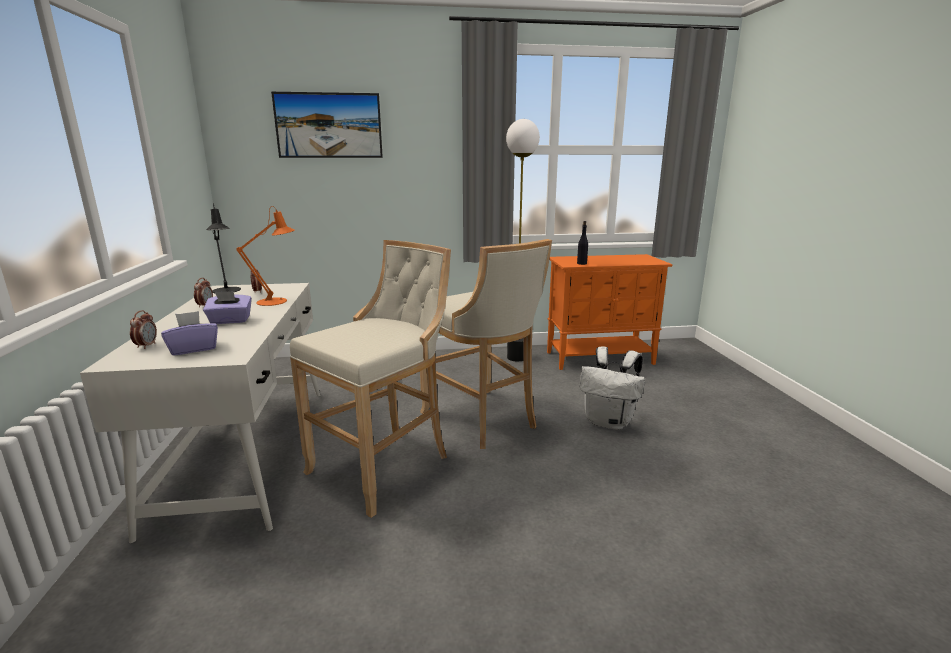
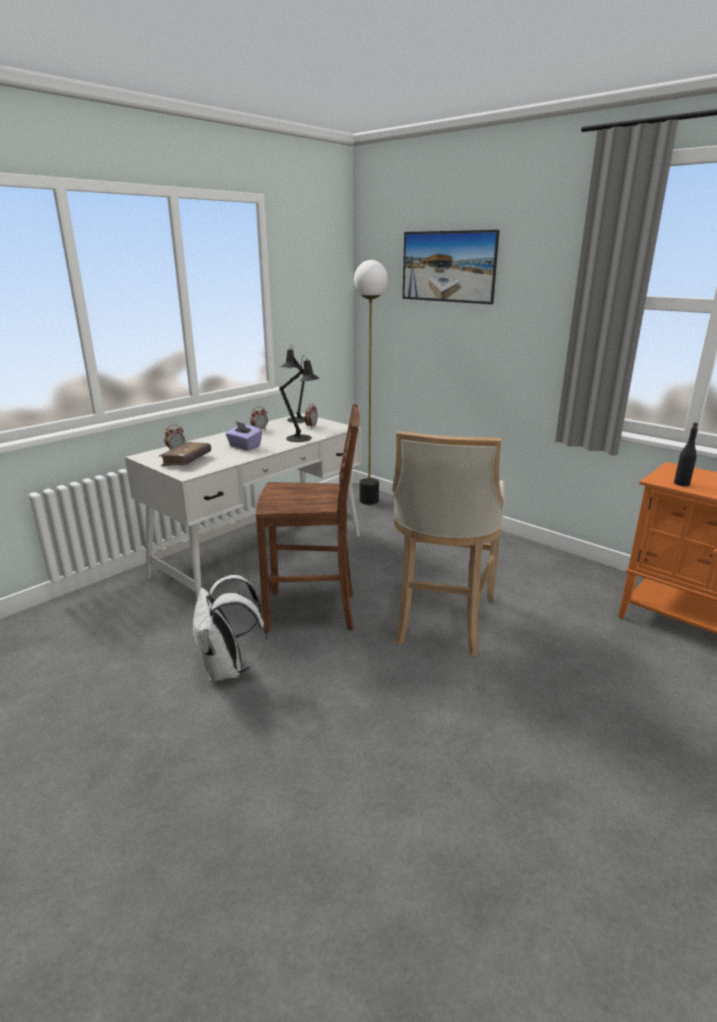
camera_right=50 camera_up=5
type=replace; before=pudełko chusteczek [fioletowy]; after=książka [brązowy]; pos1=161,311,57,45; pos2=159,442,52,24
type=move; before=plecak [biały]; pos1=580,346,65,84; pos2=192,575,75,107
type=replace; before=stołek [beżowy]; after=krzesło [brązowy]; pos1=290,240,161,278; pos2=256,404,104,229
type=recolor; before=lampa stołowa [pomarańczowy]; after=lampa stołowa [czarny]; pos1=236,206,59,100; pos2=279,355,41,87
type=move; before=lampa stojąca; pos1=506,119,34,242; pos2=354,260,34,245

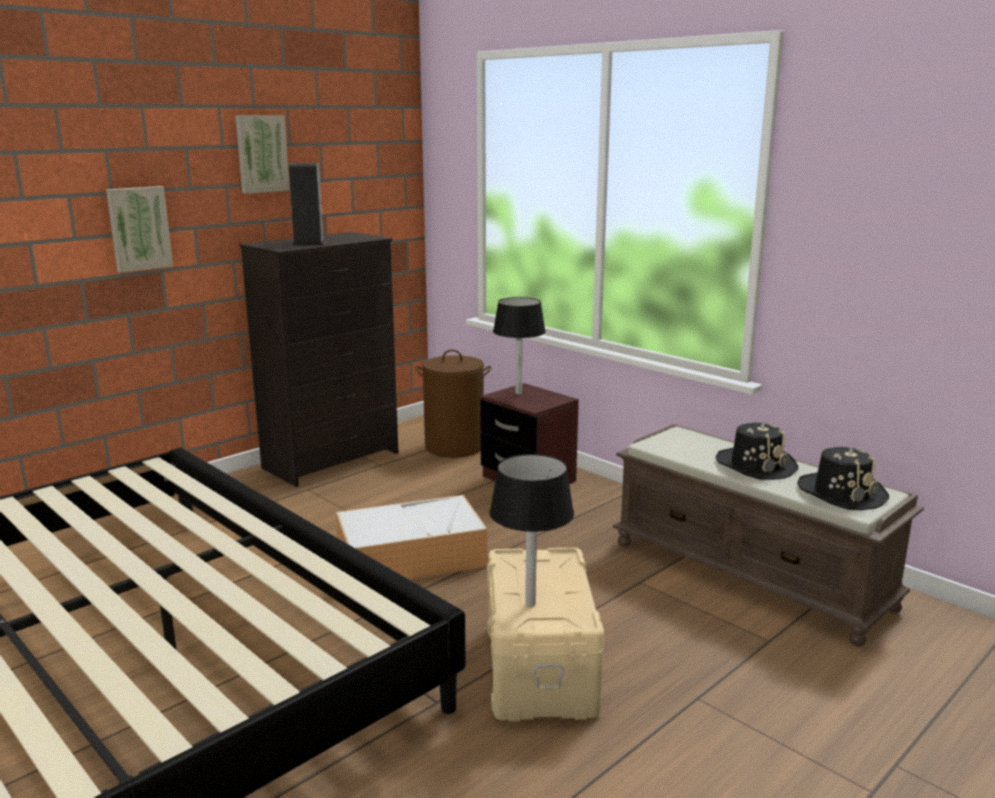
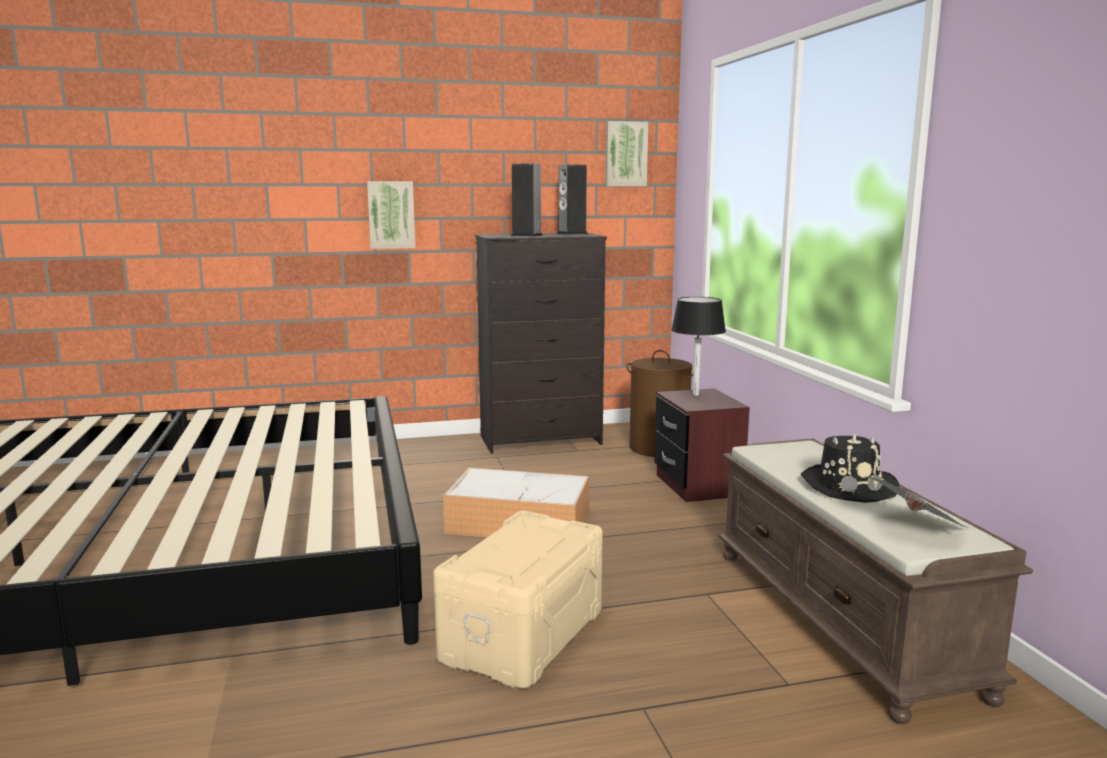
camera_right=30 camera_up=-5
type=insert; after=głośnik; pos2=557,164,31,71
type=move; before=obraz; pos1=235,115,55,79; pos2=605,121,43,65
type=replace; before=kapelusz [czarny]; after=gazeta; pos1=797,447,92,63; pos2=865,476,106,52
type=delete; before=lampa stołowa [czarny]; pos1=489,454,85,153

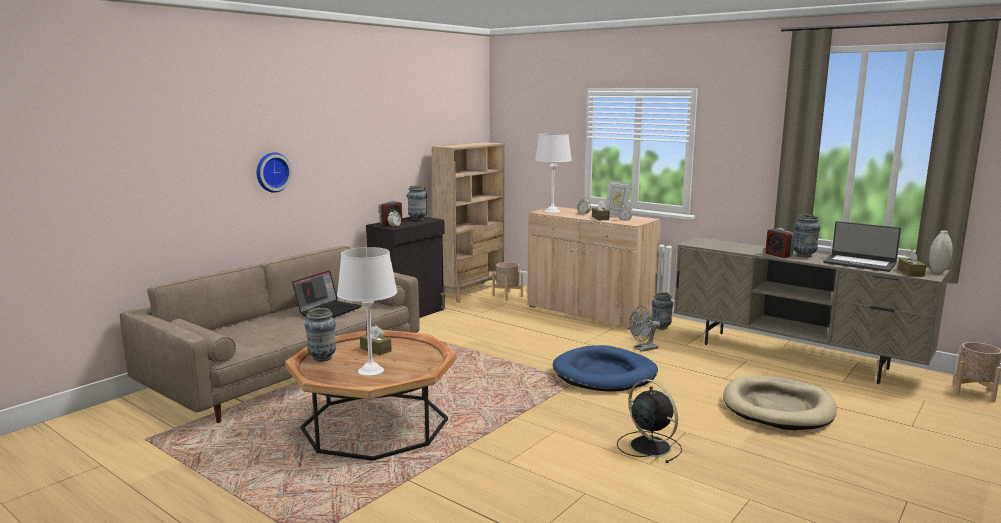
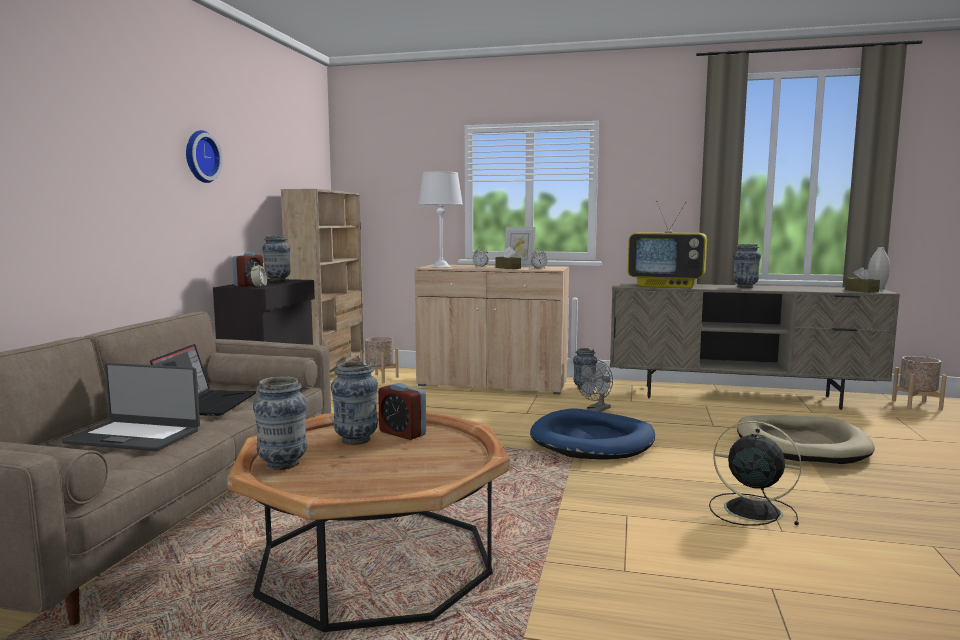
camera_right=-25 camera_up=-5
type=move; before=laptop; pos1=823,221,78,51; pos2=62,363,138,88
type=move; before=zegar ścienny; pos1=256,152,36,41; pos2=186,130,37,53
type=replace; before=pudełko chusteczek [brązowy]; after=wazon; pos1=360,325,32,30; pos2=331,361,47,84
type=move; before=budzik; pos1=765,228,30,30; pos2=378,383,48,57
type=insert; after=telewizor; pos2=628,201,79,87
type=delete; before=lampa stołowa [biały]; pos1=337,247,60,129

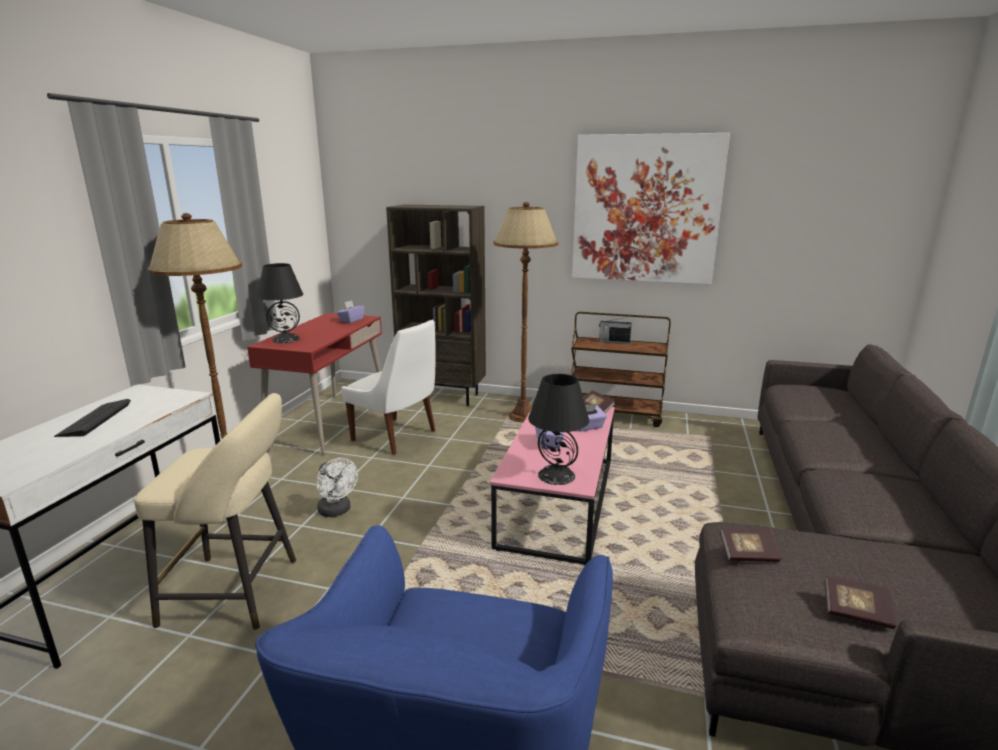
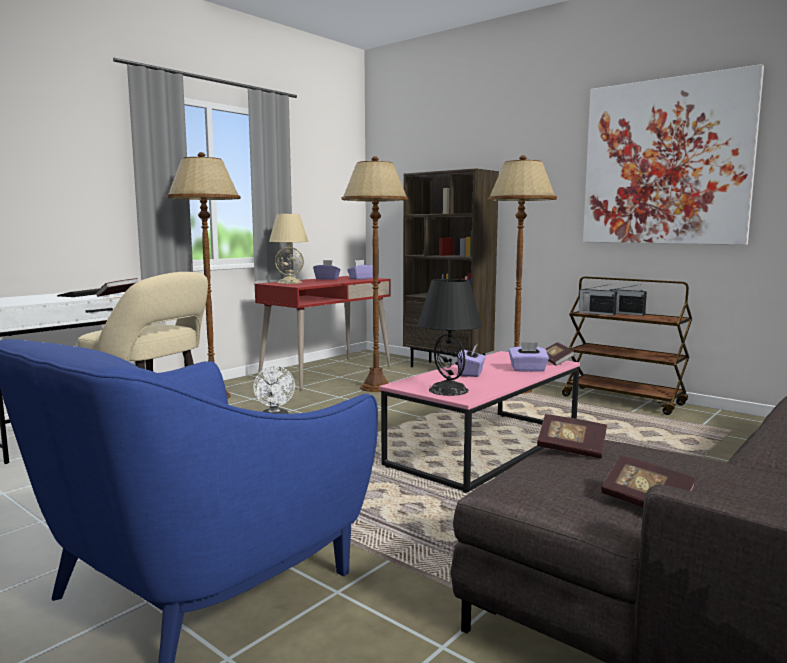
camera_right=25 camera_up=-10
type=insert; after=książka; pos2=96,278,42,19
type=recolor; before=lampa stołowa [czarny]; after=lampa stołowa [beżowy]; pos1=257,263,46,80; pos2=269,214,40,70
type=insert; after=pudełko chusteczek [fioletowy]; pos2=313,260,28,20
type=replace; before=krzesło [biały]; after=lampa stojąca [brązowy]; pos1=341,320,95,135; pos2=342,156,66,236
type=insert; after=radio; pos2=579,284,38,32

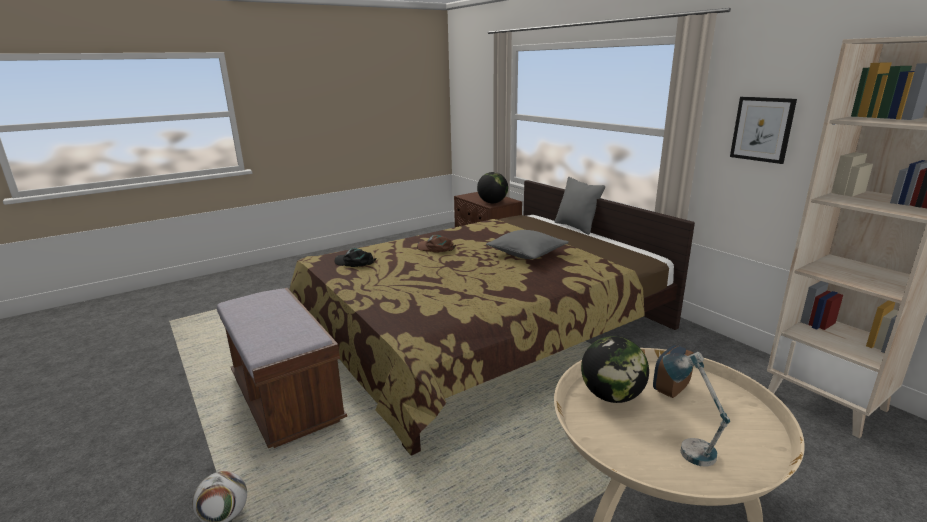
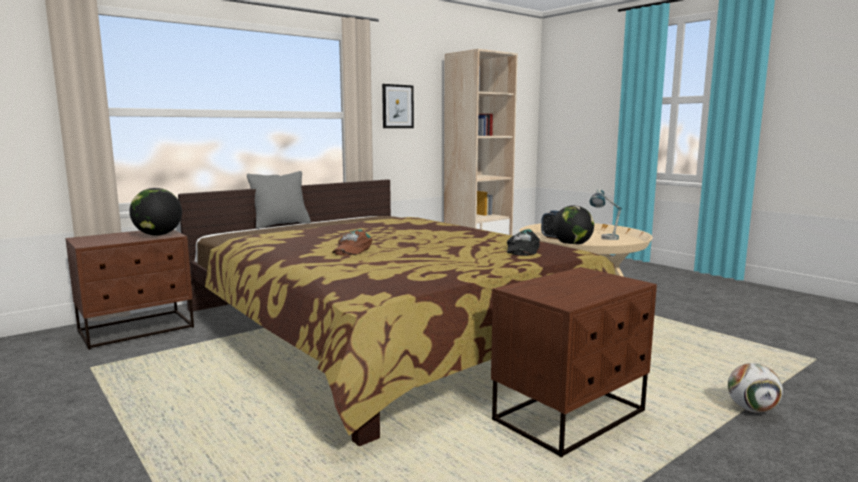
camera_right=-95 camera_up=-10
type=replace; before=ławka [brązowy]; after=szafka nocna [brązowy]; pos1=217,288,130,160; pos2=491,267,166,190
type=move; before=czapka z daszkiem [czarny]; pos1=334,248,43,19; pos2=507,229,33,27
type=delete; before=poduszka [szary]; pos1=486,230,83,29

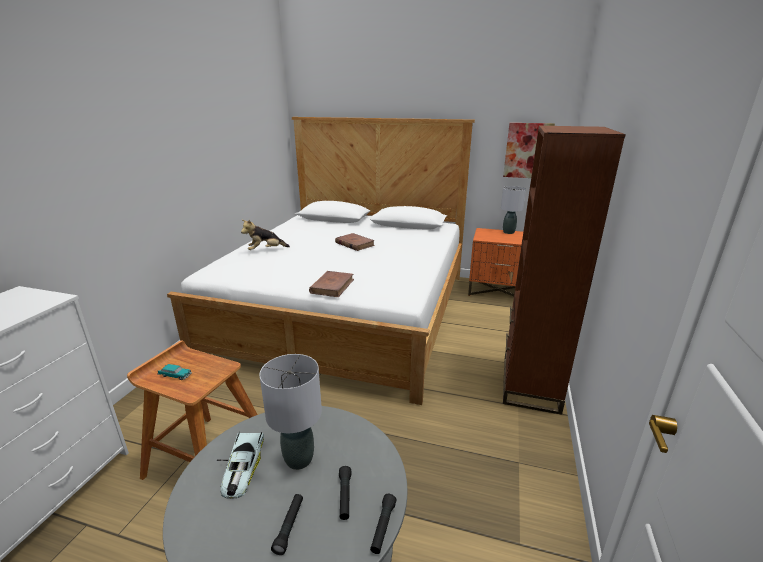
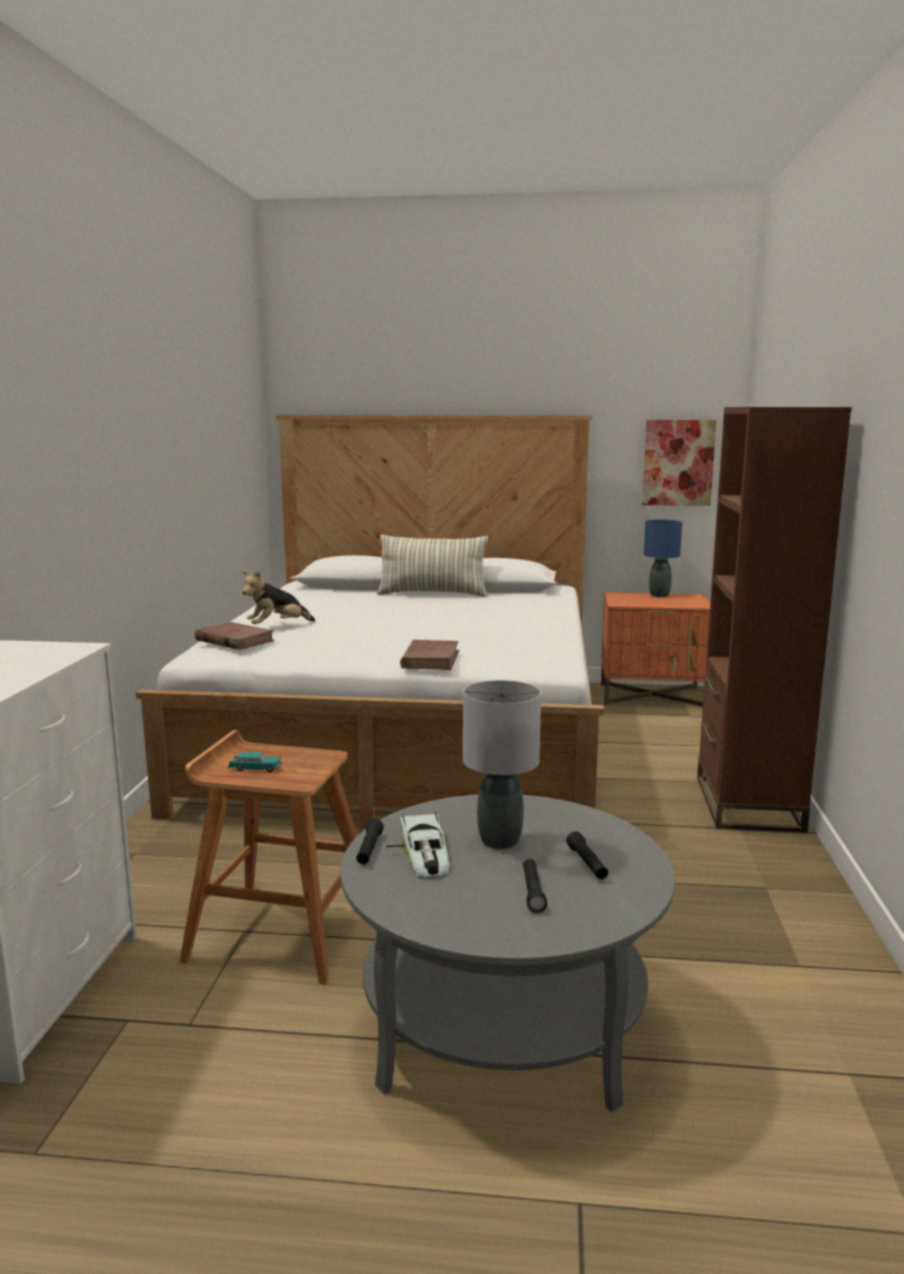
camera_right=-10 camera_up=-10
type=move; before=książka [brązowy]; pos1=335,233,40,18; pos2=195,622,80,28
type=move; before=latarka [czarny]; pos1=370,494,26,60; pos2=356,818,28,46
type=insert; after=poduszka; pos2=377,535,111,62
type=recolor; before=lampa stołowa [szary]; after=lampa stołowa [niebieski]; pos1=501,186,25,48; pos2=644,520,38,77

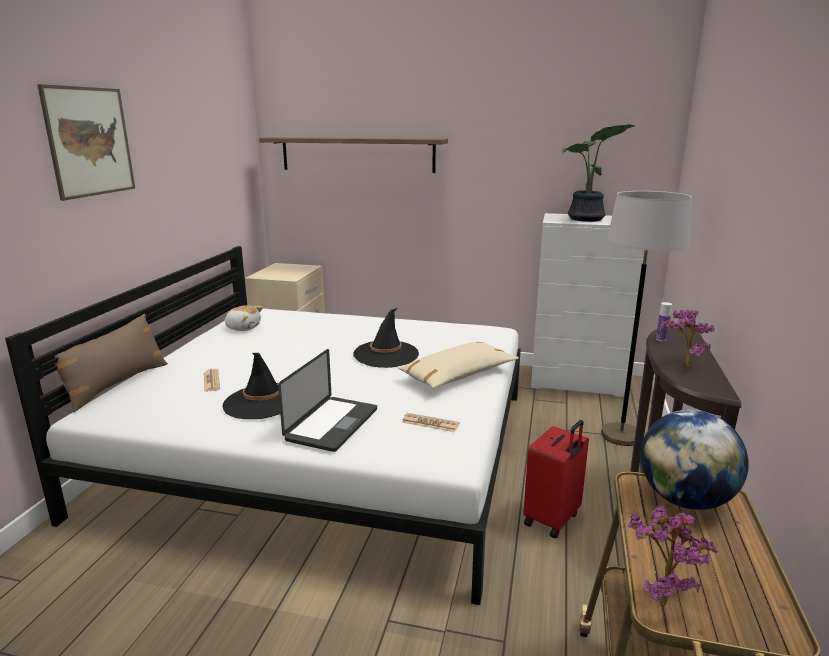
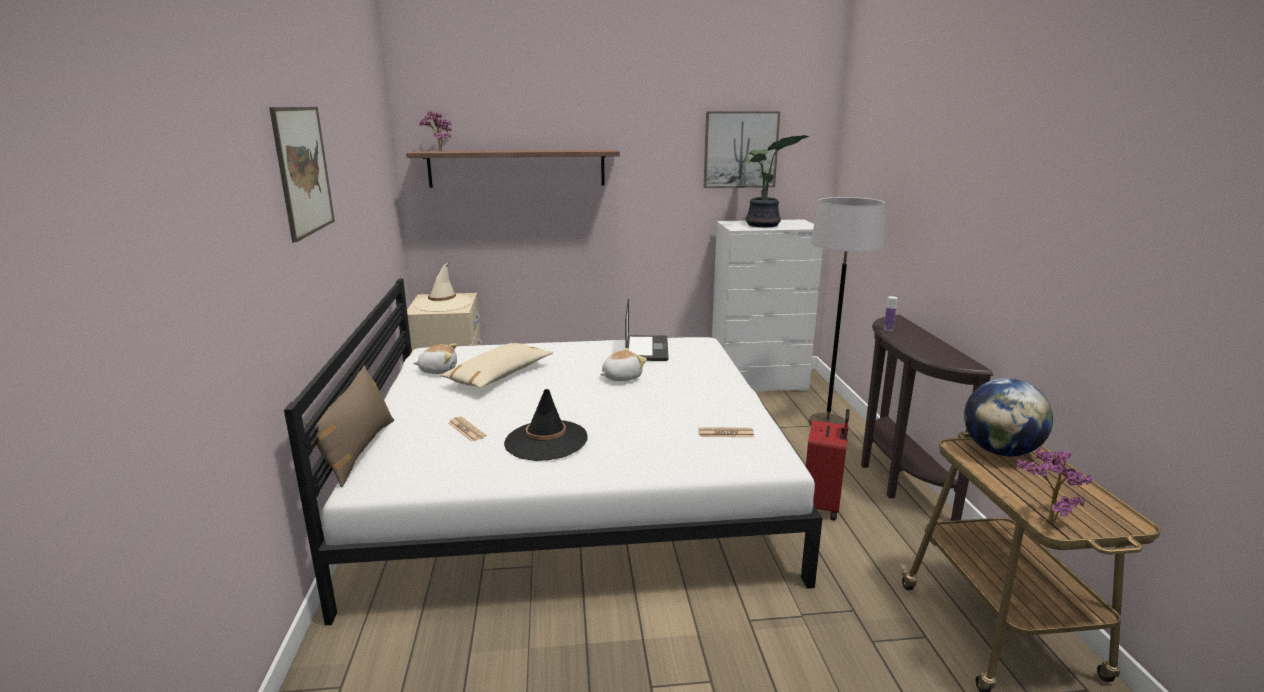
camera_right=-20 camera_up=0
type=insert; after=kapelusz [beżowy]; pos2=414,263,58,49
type=move; before=roślina doniczkowa; pos1=661,310,54,57; pos2=419,111,33,40
type=move; before=poduszka [beżowy]; pos1=398,342,121,47; pos2=440,343,113,45
type=replace; before=kapelusz [czarny]; after=pluszak; pos1=353,308,66,60; pos2=600,348,47,33
type=move; before=laptop; pos1=278,349,99,103; pos2=625,298,44,63
type=insert; after=obraz; pos2=704,111,76,77

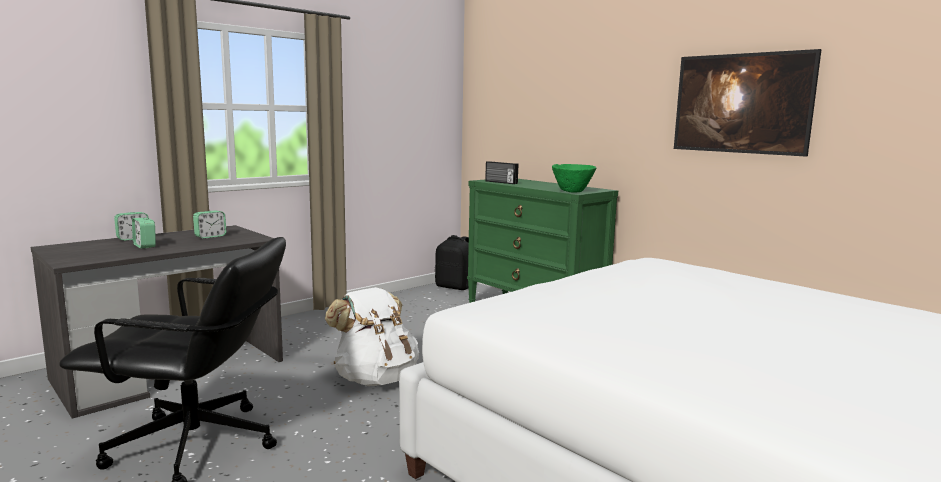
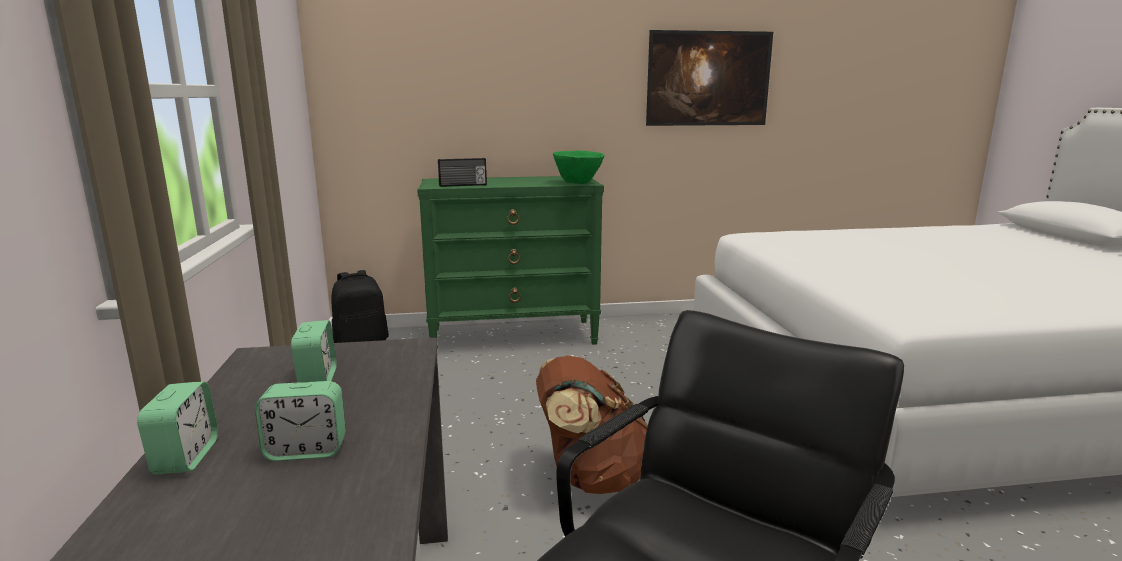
camera_right=-55 camera_up=5
type=recolor; before=plecak [biały]; after=plecak [brązowy]; pos1=325,287,94,99; pos2=536,356,112,138

